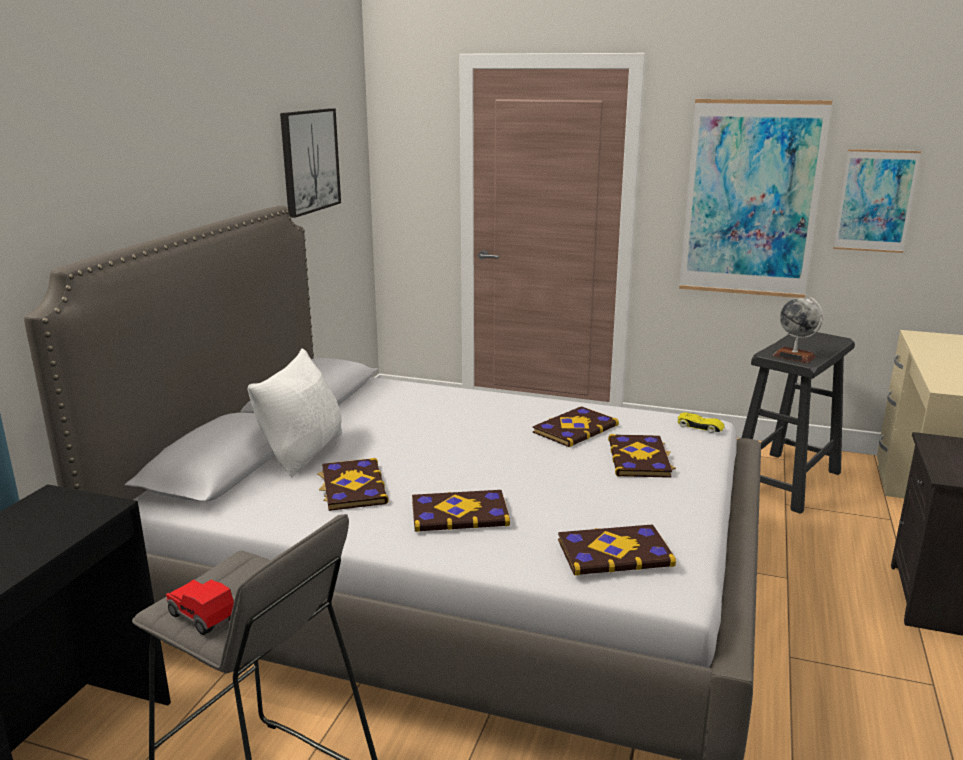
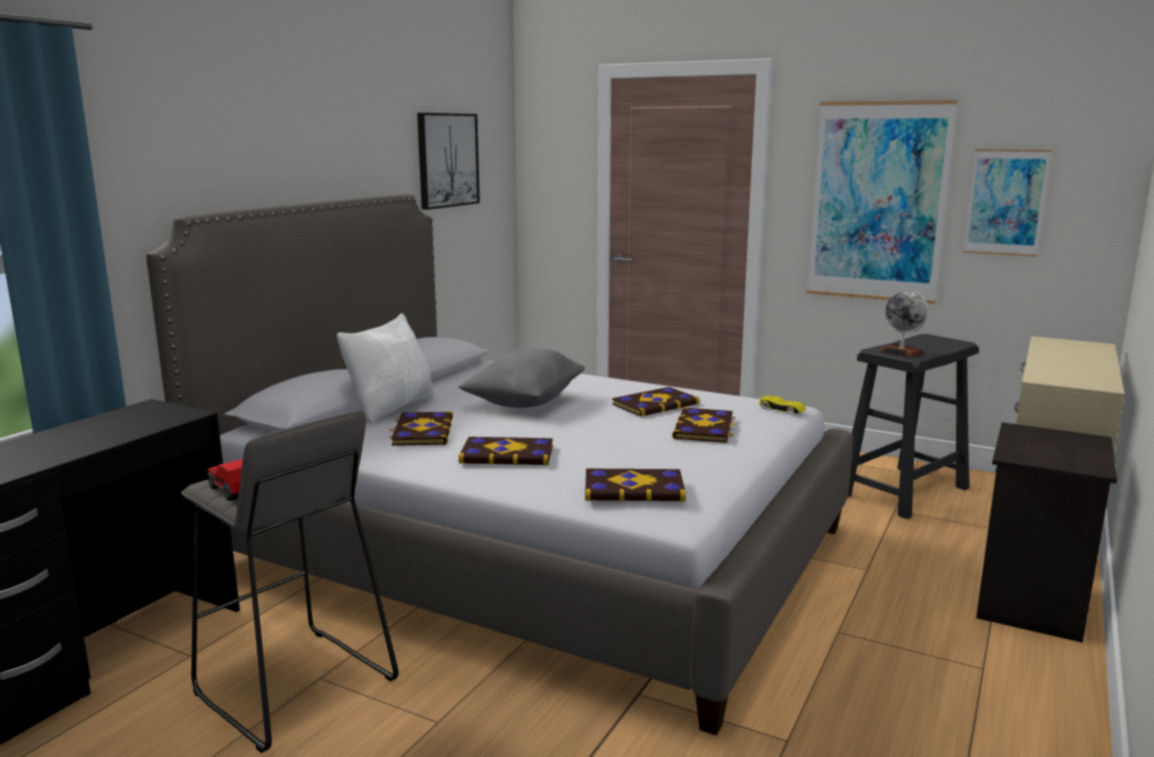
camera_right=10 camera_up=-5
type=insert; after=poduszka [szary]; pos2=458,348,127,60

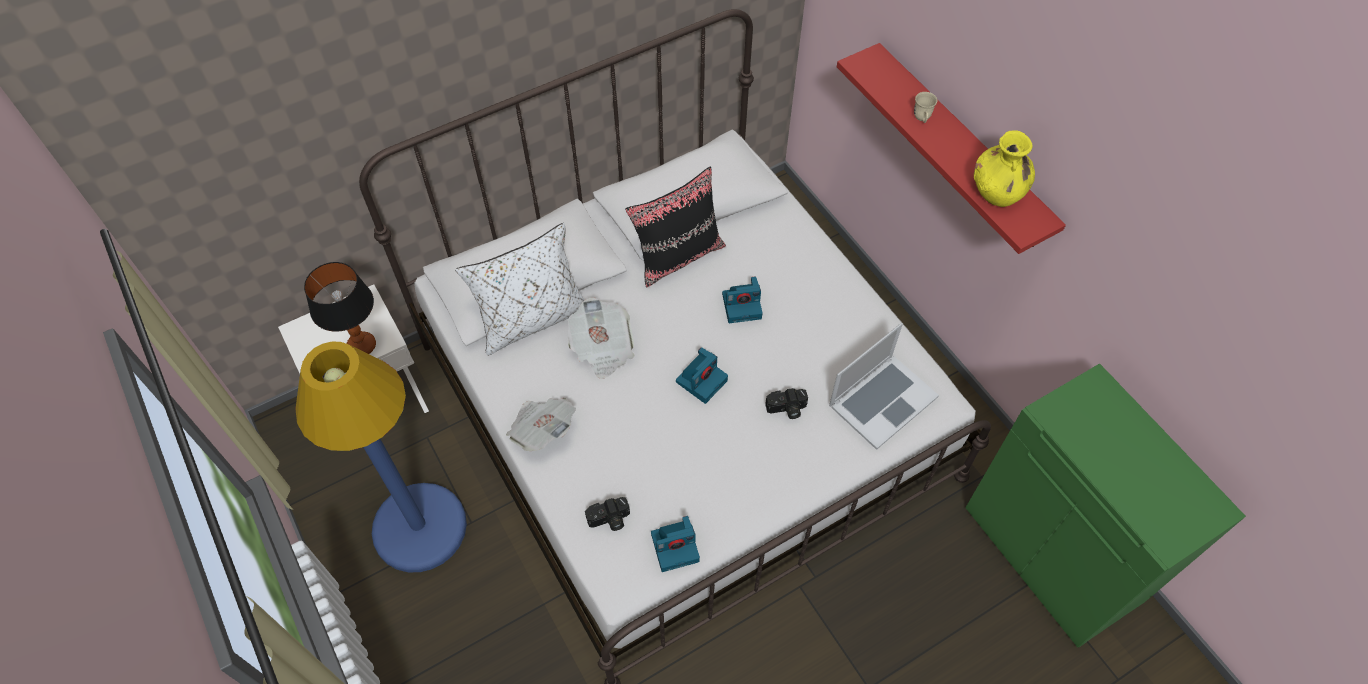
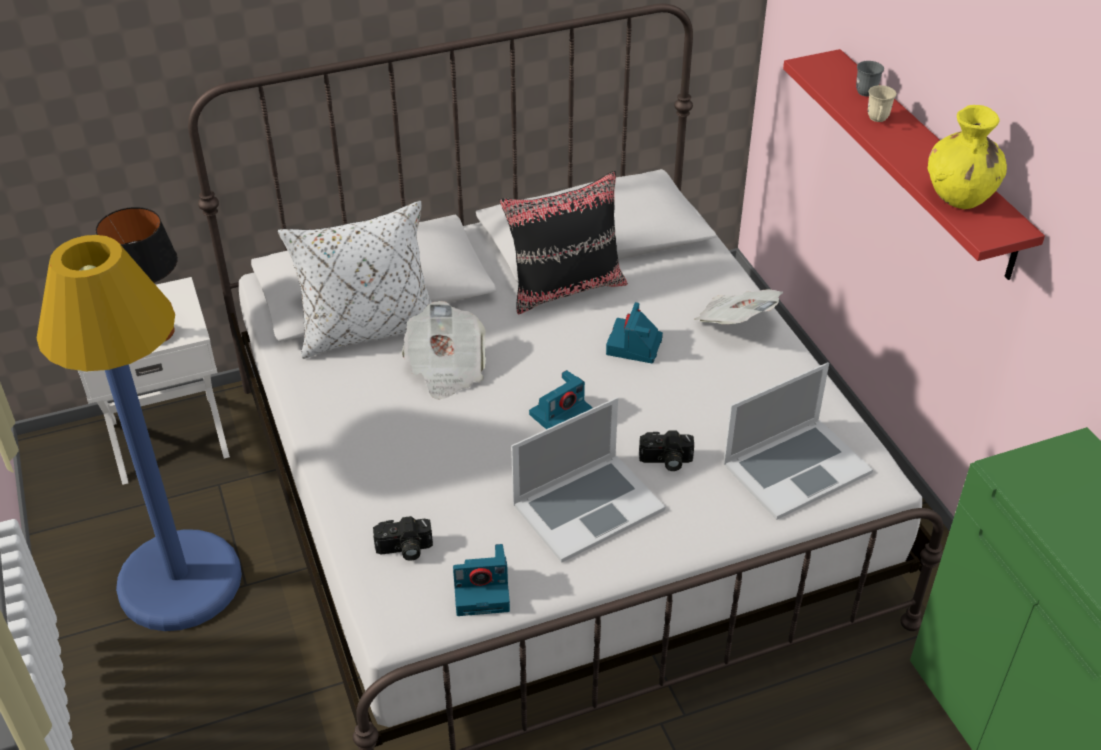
camera_right=10 camera_up=-15
type=insert; after=laptop; pos2=511,397,155,166
type=rotate; before=aparat fotograficzny; pos1=722,276,41,47; pos2=606,302,57,62; turn=105
type=move; before=gazeta; pos1=506,398,70,53; pos2=694,289,90,35
type=insert; after=kubek [szary]; pos2=856,61,28,36

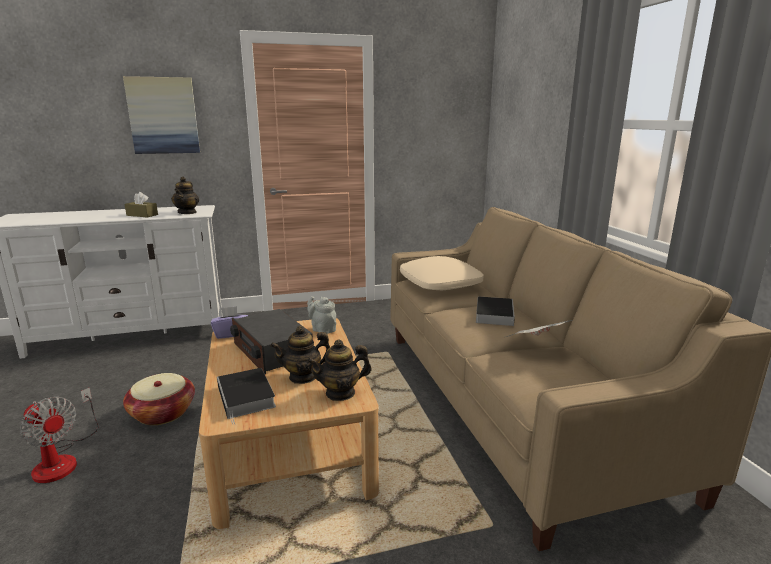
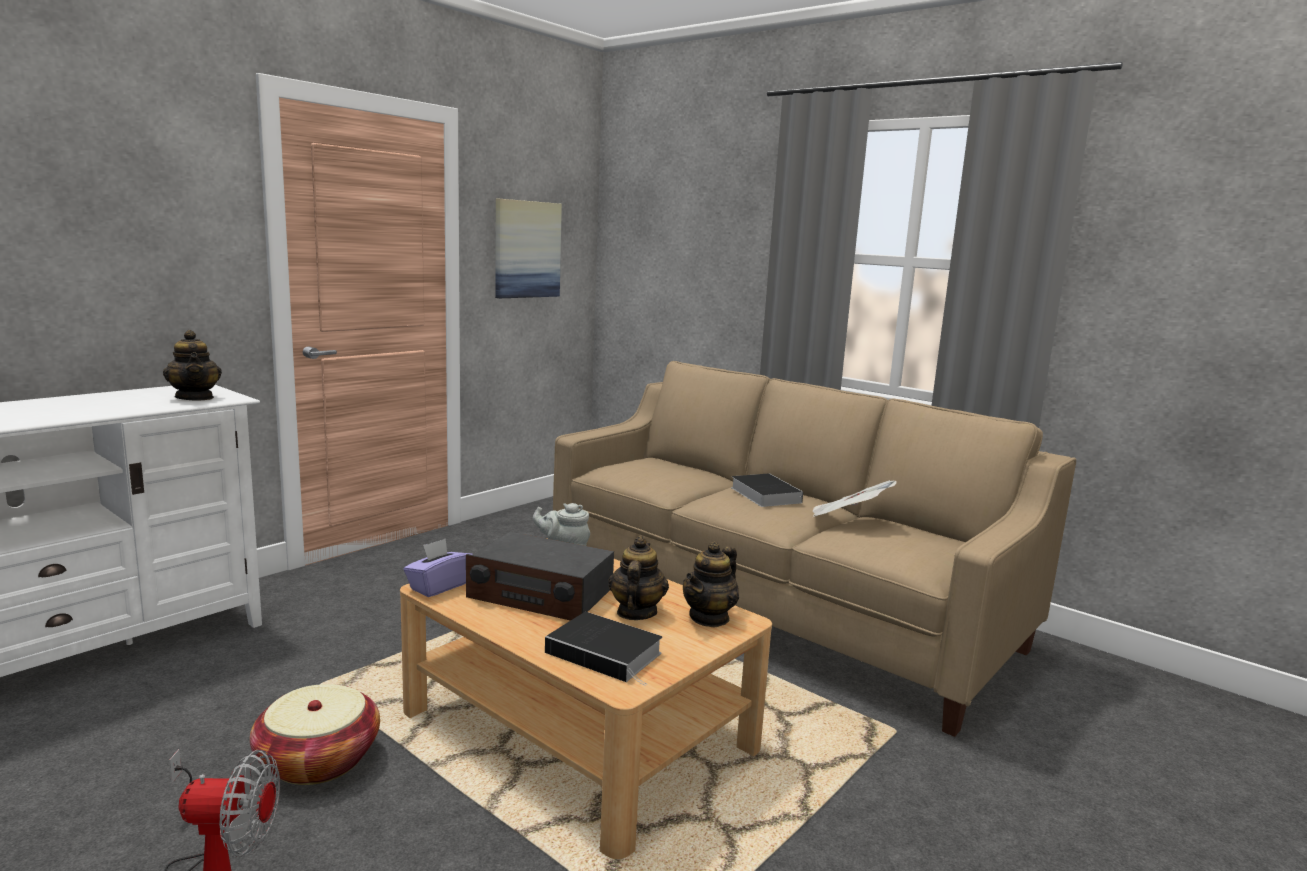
camera_right=-35 camera_up=-5
type=move; before=obraz; pos1=123,76,77,78; pos2=495,199,67,99
type=rotate; before=imbryk; pos1=270,326,60,58; pos2=608,536,61,84; turn=150
type=delete; before=pudełko chusteczek [brązowy]; pos1=125,192,33,26
type=delete; before=poduszka [beżowy]; pos1=400,256,83,34

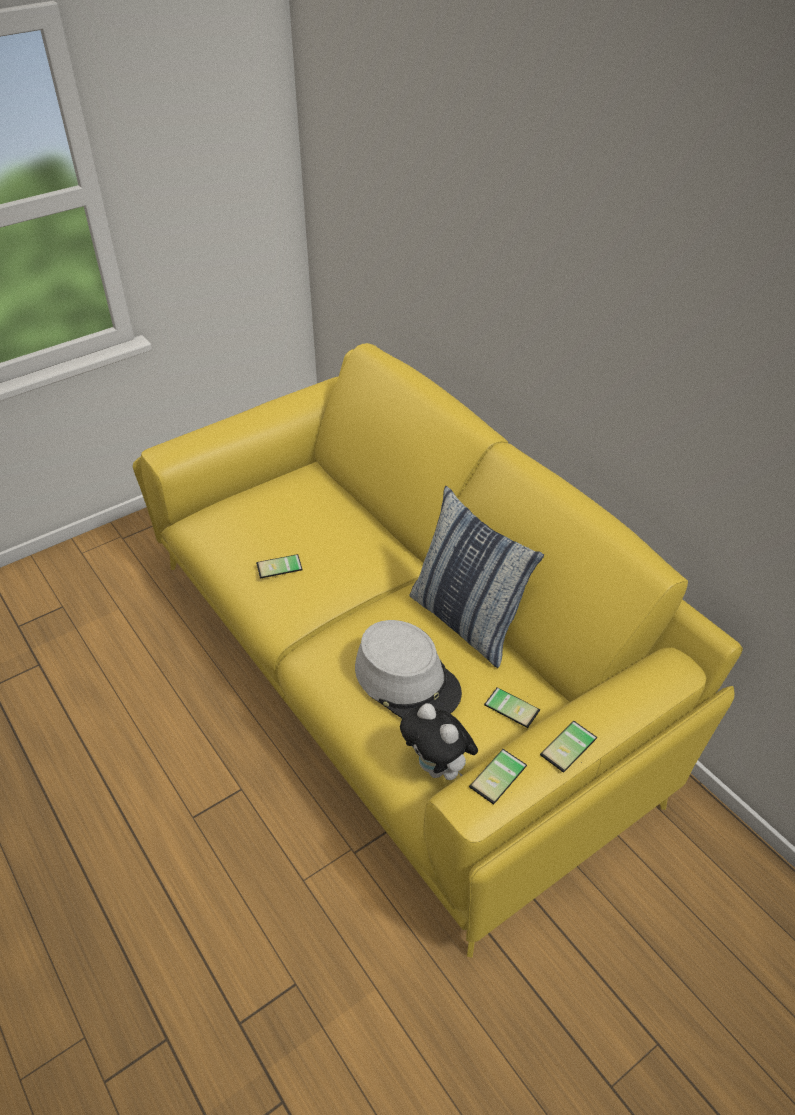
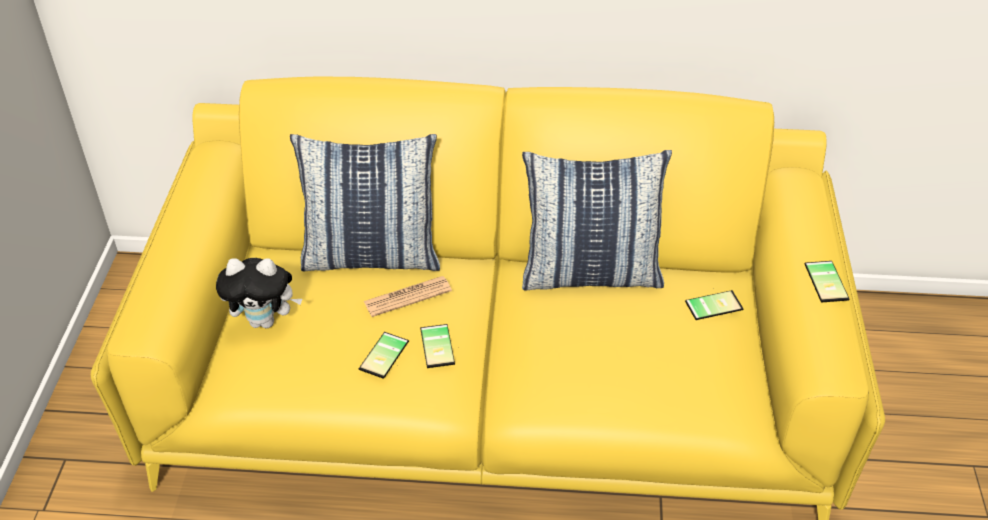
camera_right=-50 camera_up=0
type=move; before=pluszak; pos1=400,703,78,77; pos2=216,258,86,70
type=insert; after=poduszka; pos2=290,134,150,137
type=insert; after=gazeta; pos2=363,276,89,41
type=move; before=telefon; pos1=469,749,58,56; pos2=420,324,35,44
type=delete; before=kapelusz [szary]; pos1=355,620,107,98

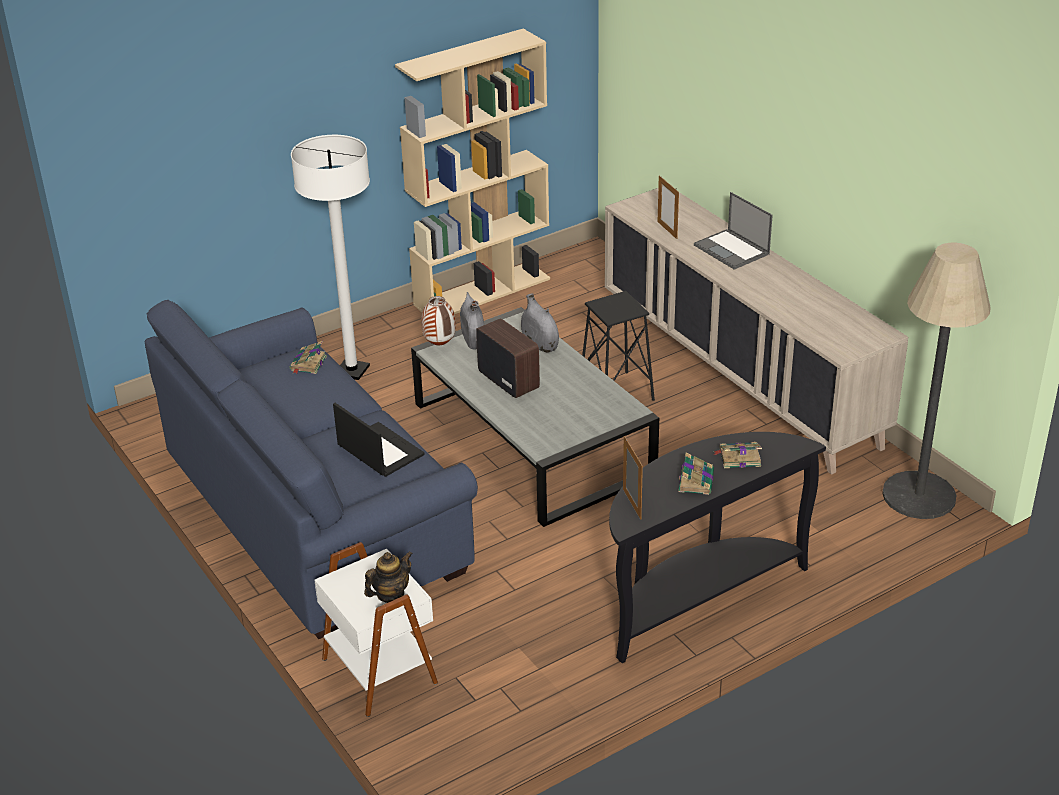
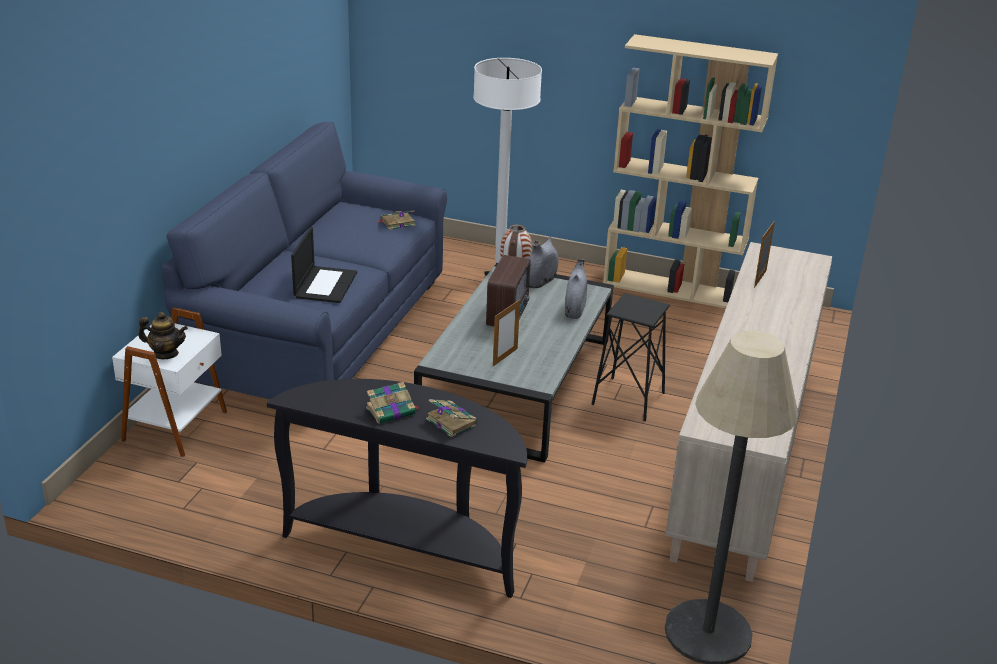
camera_right=50 camera_up=-5
type=move; before=ramka na zdjęcie; pos1=623,436,20,84; pos2=493,299,27,67
type=delete; before=laptop; pos1=694,192,79,78

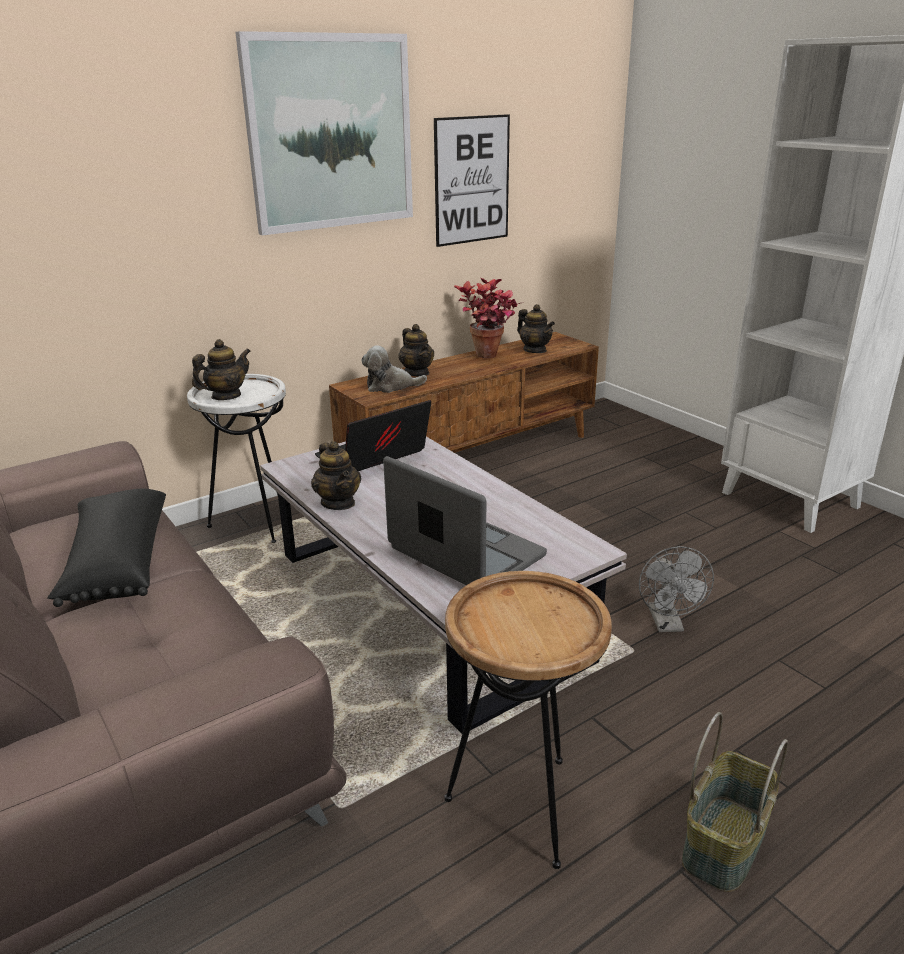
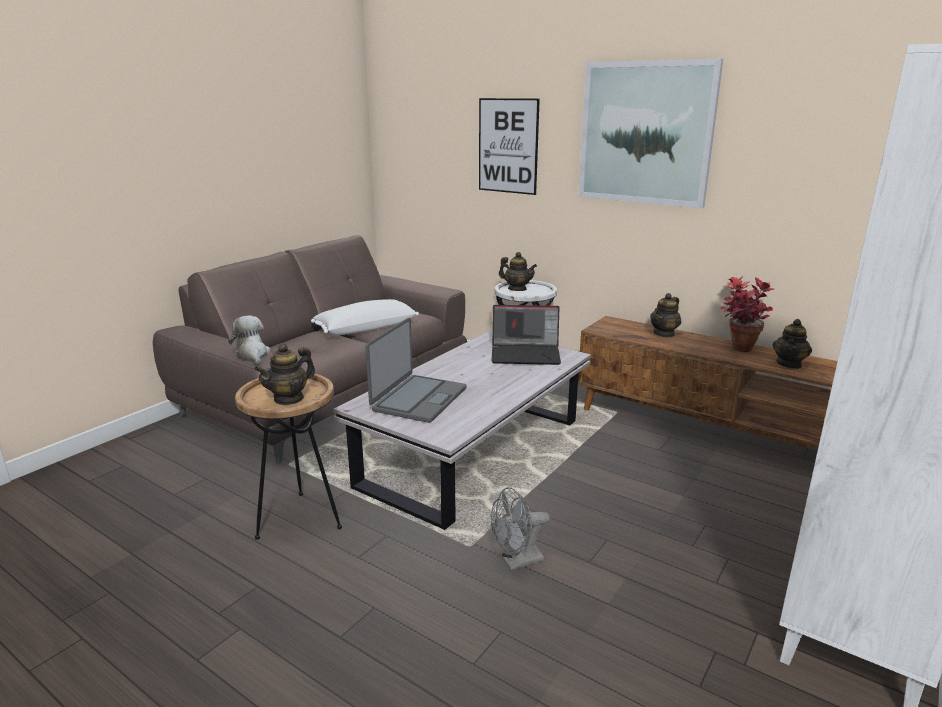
camera_right=70 camera_up=-5
type=move; before=pluszak; pos1=361,345,66,48; pos2=229,315,42,50
type=move; before=imbryk; pos1=311,441,50,69; pos2=254,343,61,62
type=recolor; before=poduszka [czarny]; after=poduszka [biały]; pos1=47,489,119,118; pos2=311,299,108,37
type=move; before=obraz; pos1=434,114,76,133; pos2=479,98,61,97
type=rotate; before=laptop; pos1=315,400,116,71; pos2=491,305,70,60; turn=150
type=delete; before=koszyk; pos1=682,712,106,180

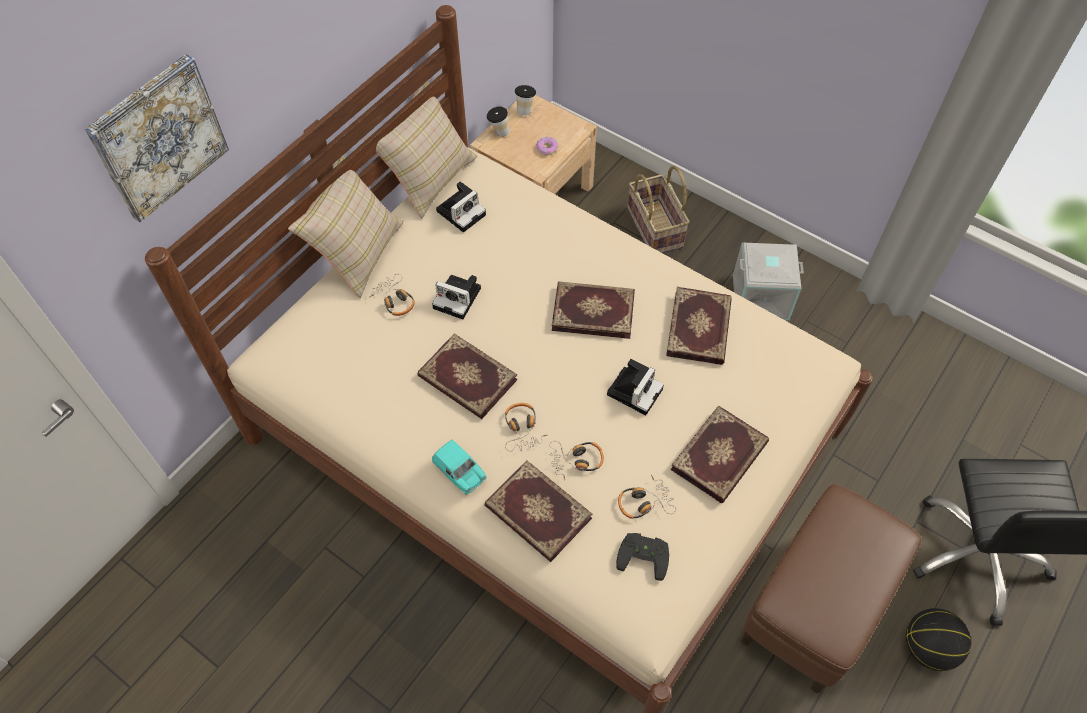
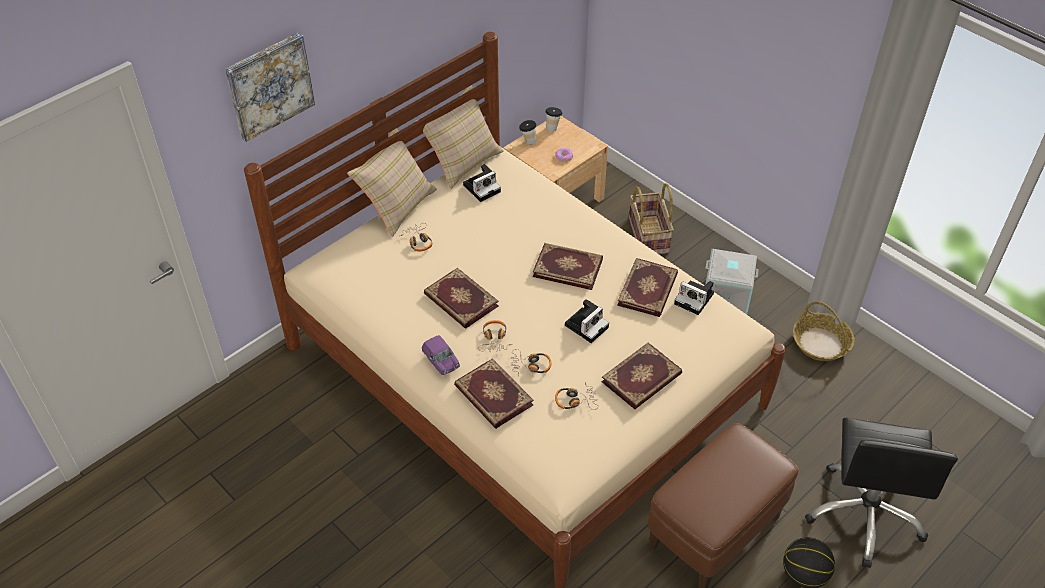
camera_right=10 camera_up=-10
type=recolor; before=samochodzik [turkusowy]; after=samochodzik [fioletowy]; pos1=432,440,55,54; pos2=422,335,38,40
type=move; before=aparat fotograficzny; pos1=432,275,49,44; pos2=674,281,40,34
type=insert; after=koszyk; pos2=793,301,61,60
type=delete; before=pad do gier [czarny]; pos1=616,533,53,48

